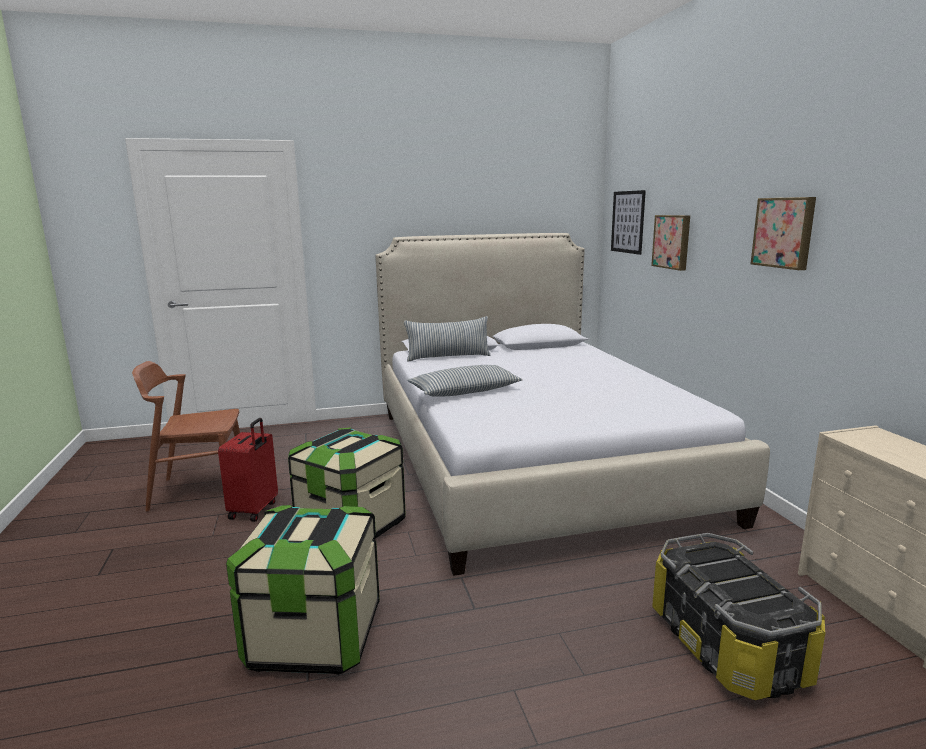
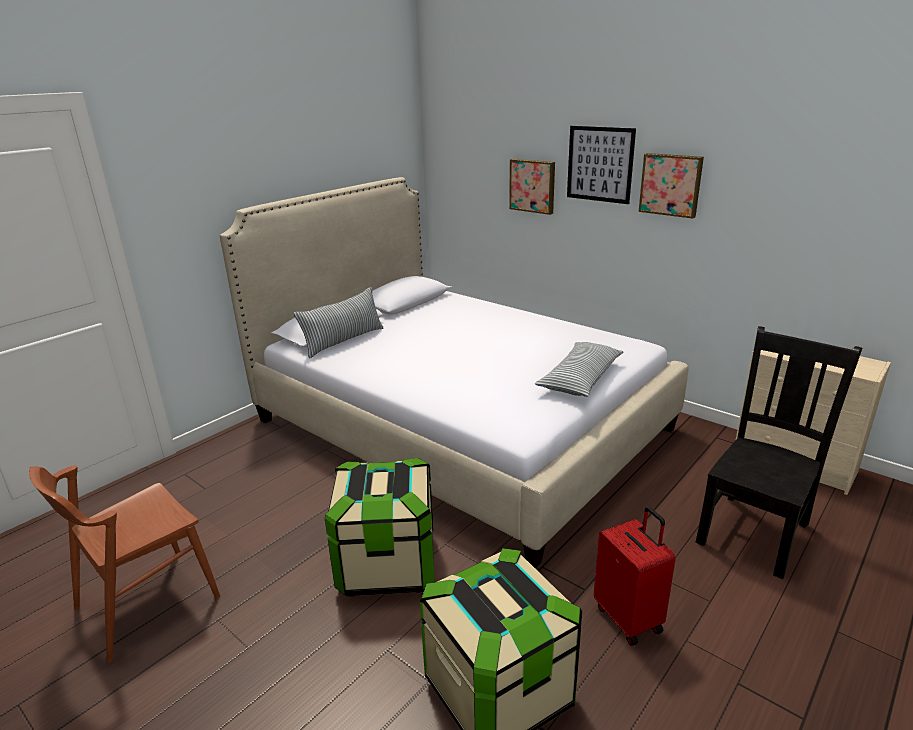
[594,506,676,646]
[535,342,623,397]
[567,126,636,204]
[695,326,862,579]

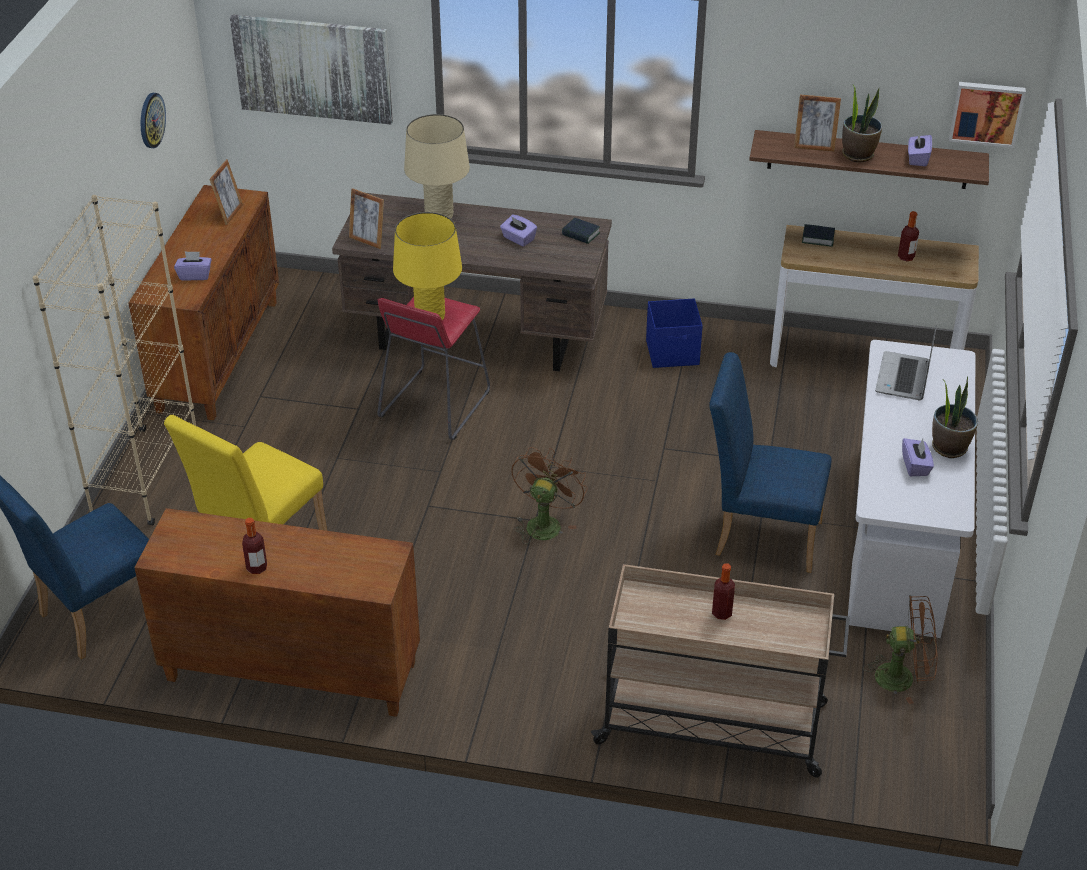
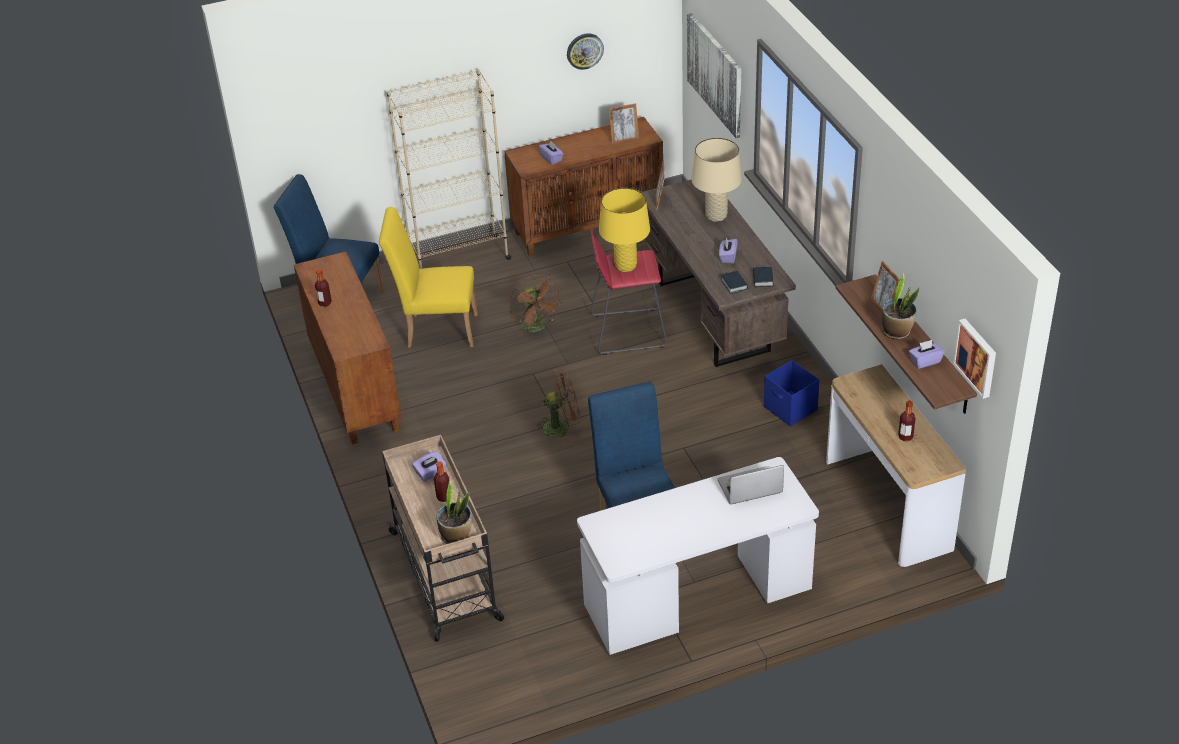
[721,271,748,294]
[510,275,562,337]
[412,451,446,482]
[437,480,472,544]

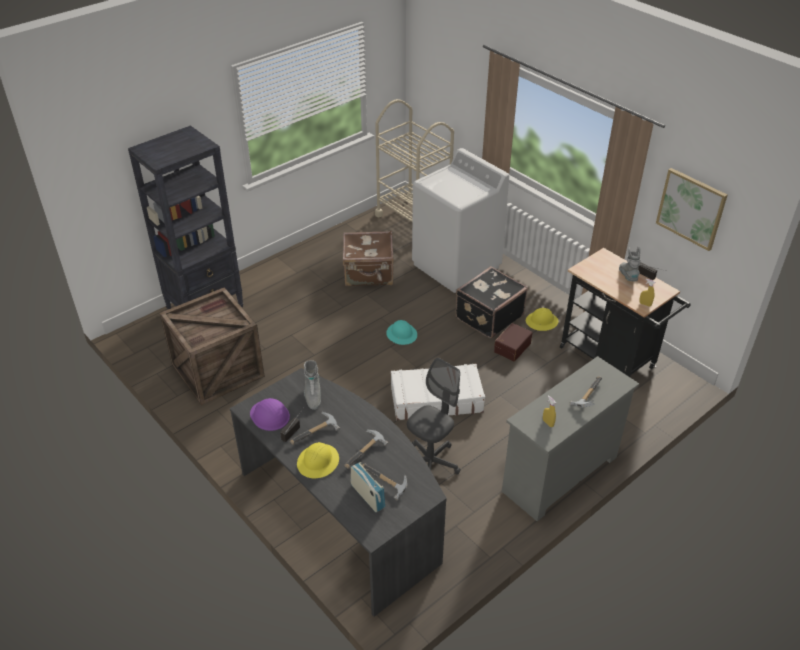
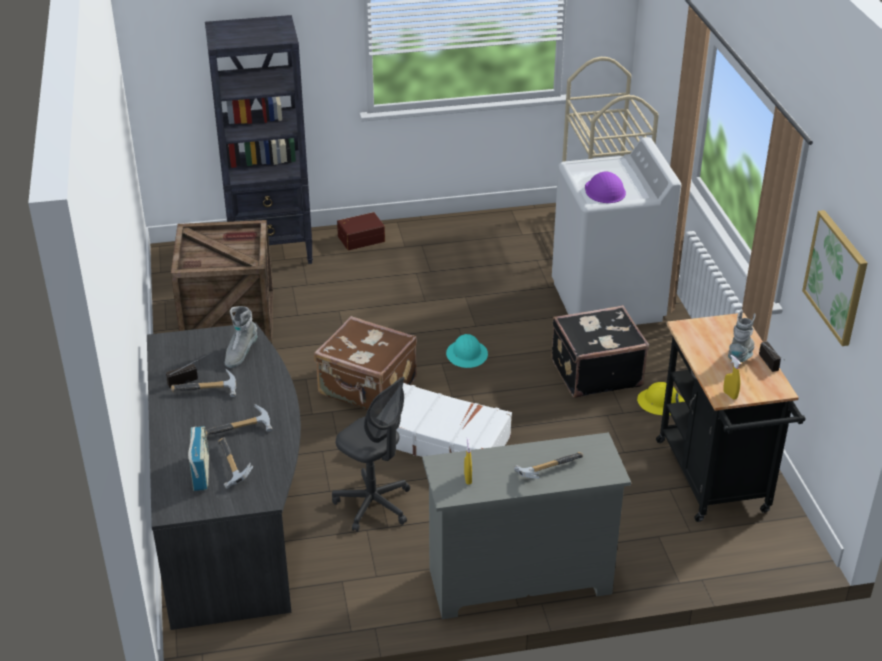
[585,172,626,203]
[297,442,339,478] (first image)
[314,316,417,410]
[332,377,410,532]
[337,212,385,250]

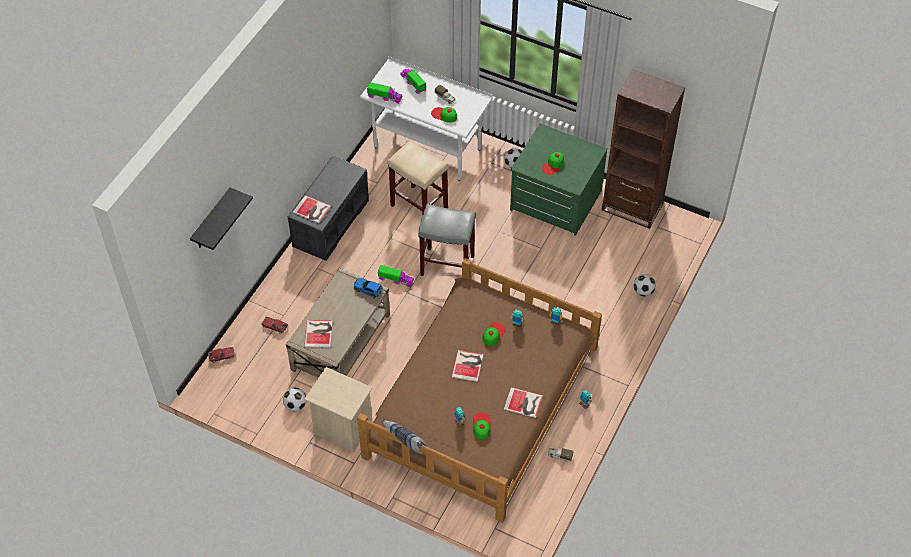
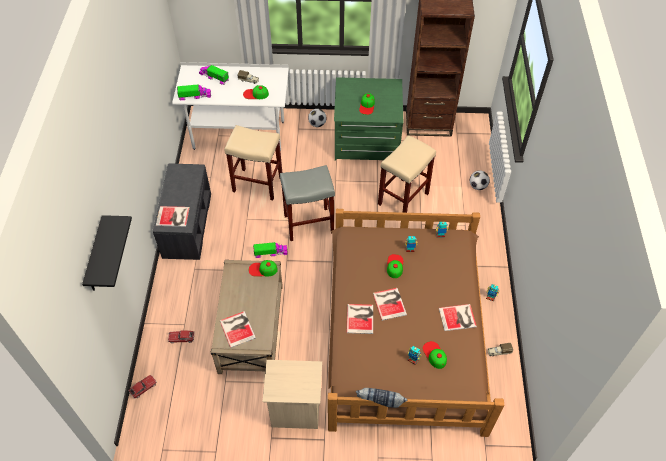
[283,388,306,411] (first image)
[249,260,278,277]
[347,304,373,334]
[378,135,436,213]

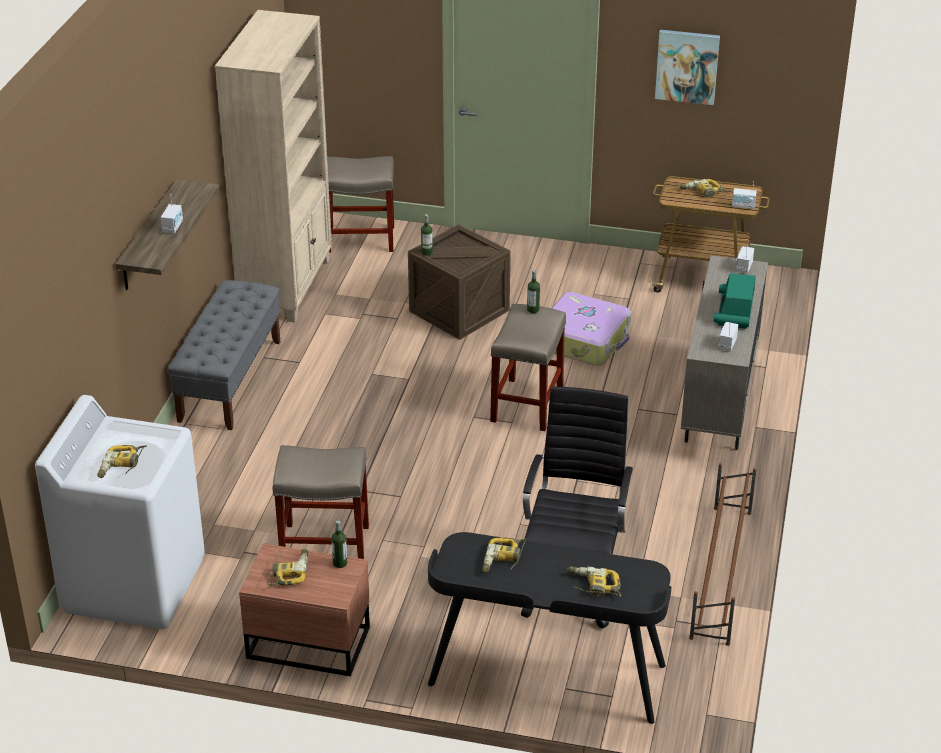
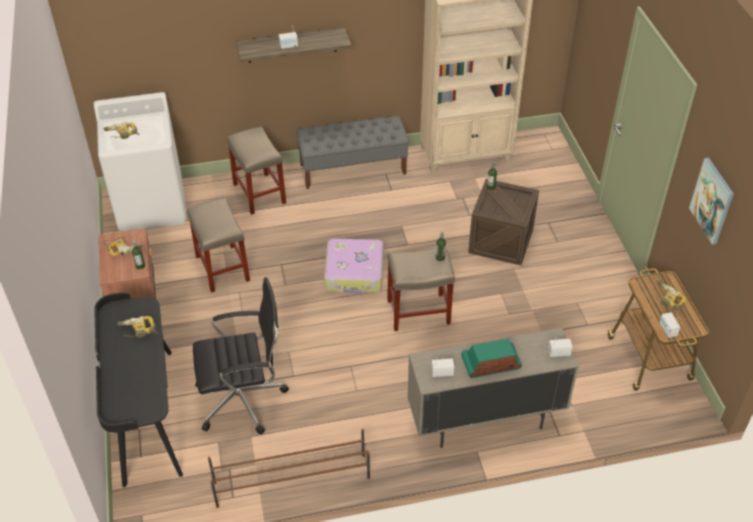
[227,126,286,215]
[324,239,383,294]
[567,566,621,597] (first image)

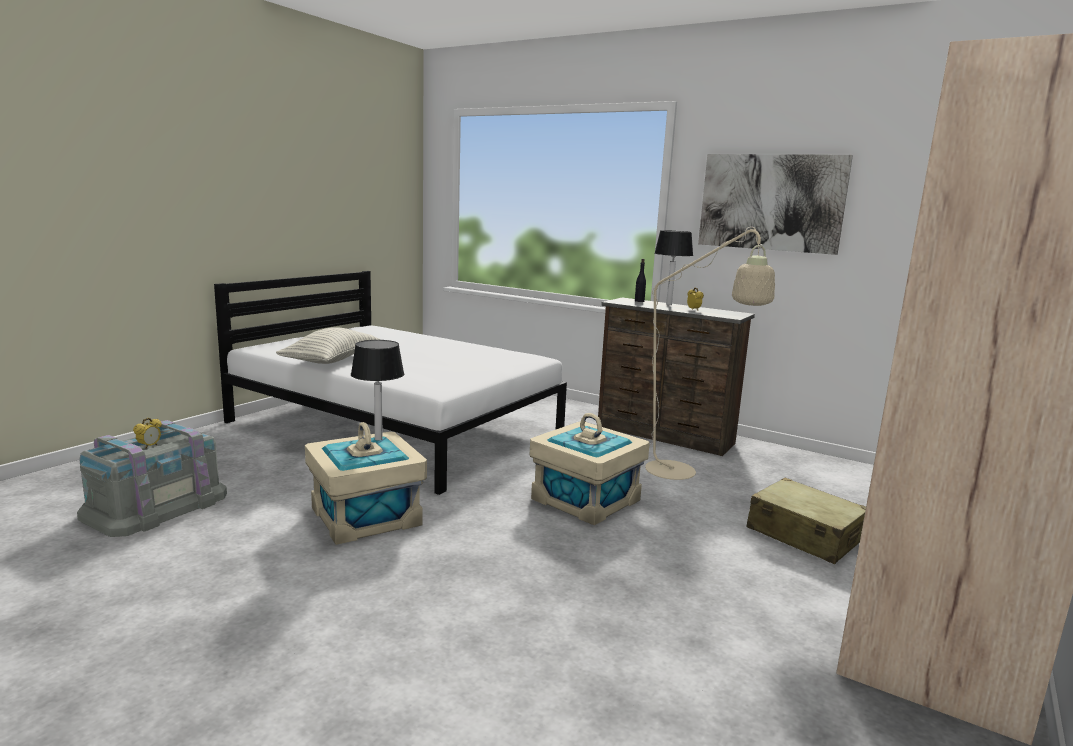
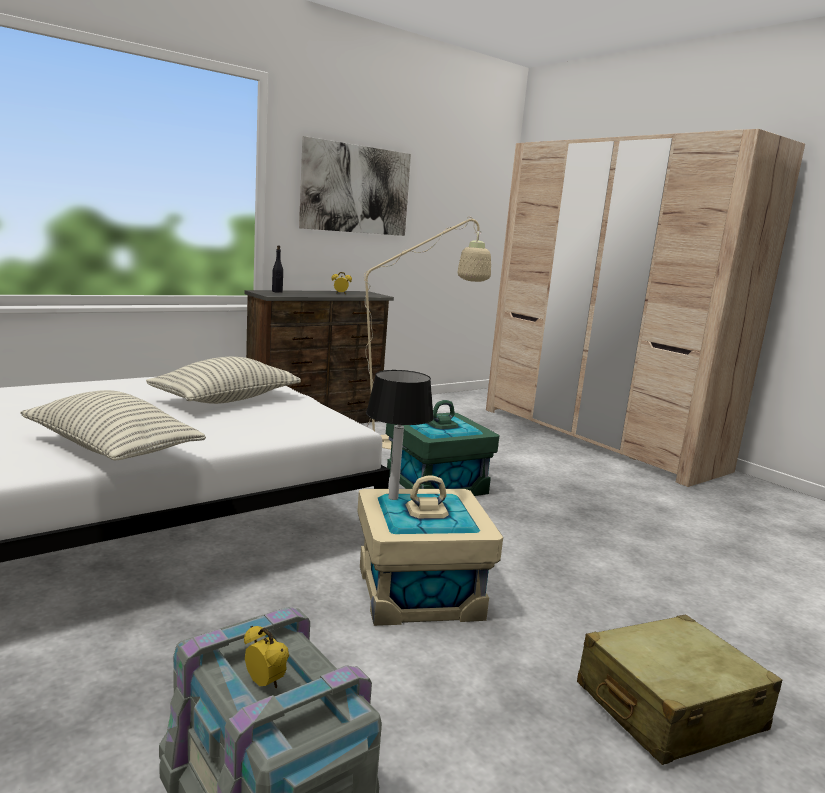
[386,400,500,496]
[654,230,693,305] (first image)
[577,614,782,765]
[146,357,301,404]

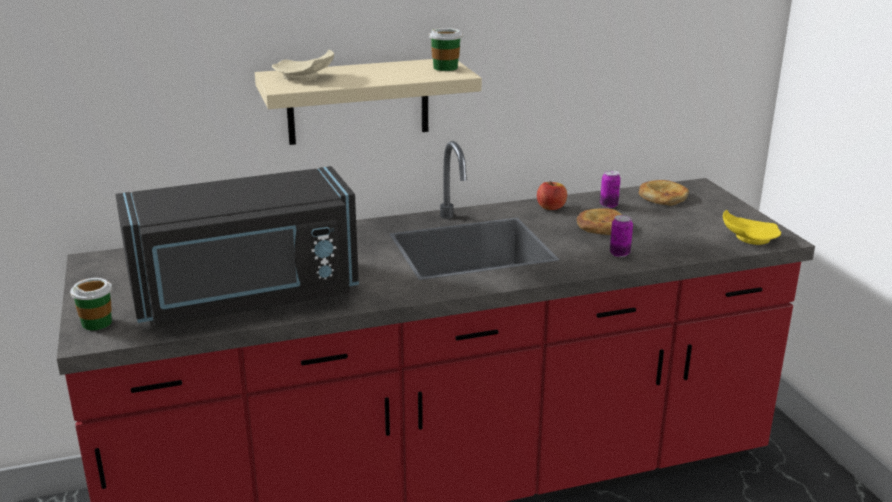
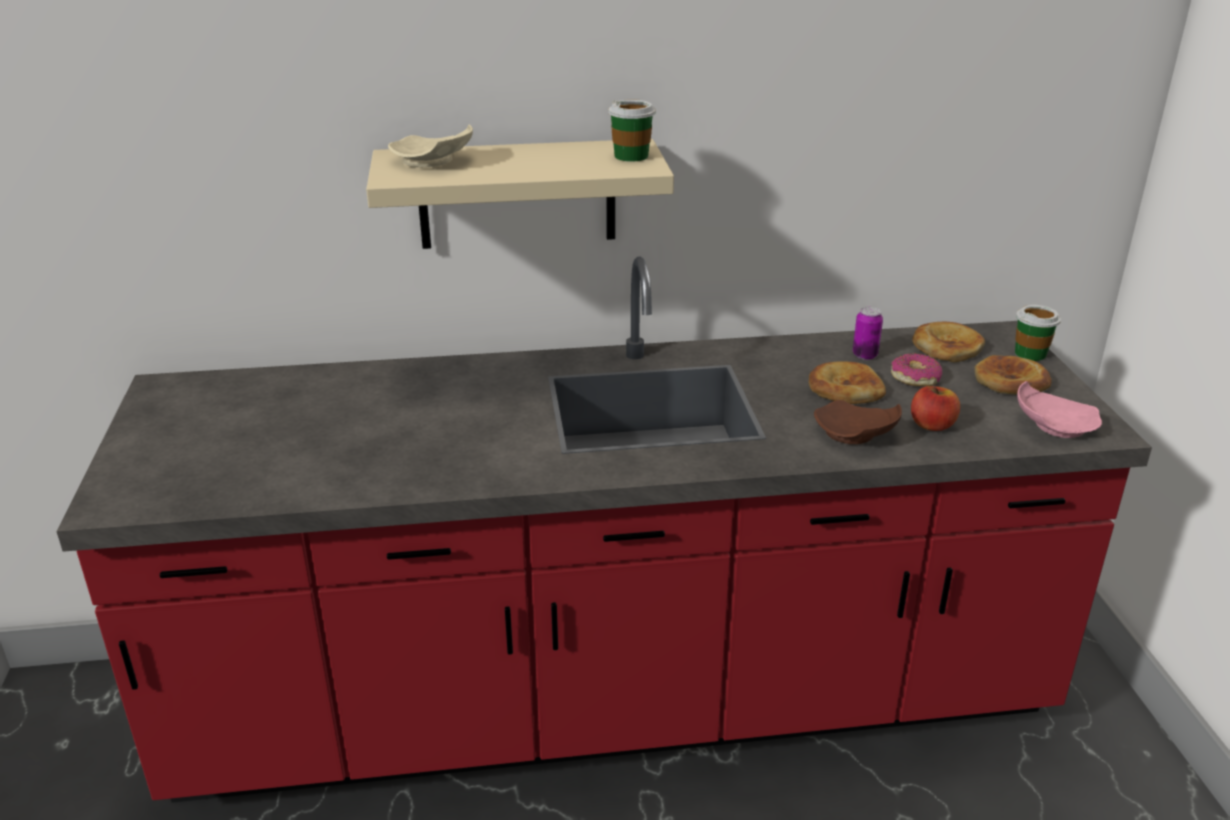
[1015,305,1061,361]
[116,166,359,327] (first image)
[911,386,960,431]
[814,400,902,444]
[1017,381,1102,438]
[891,353,942,386]
[974,355,1052,394]

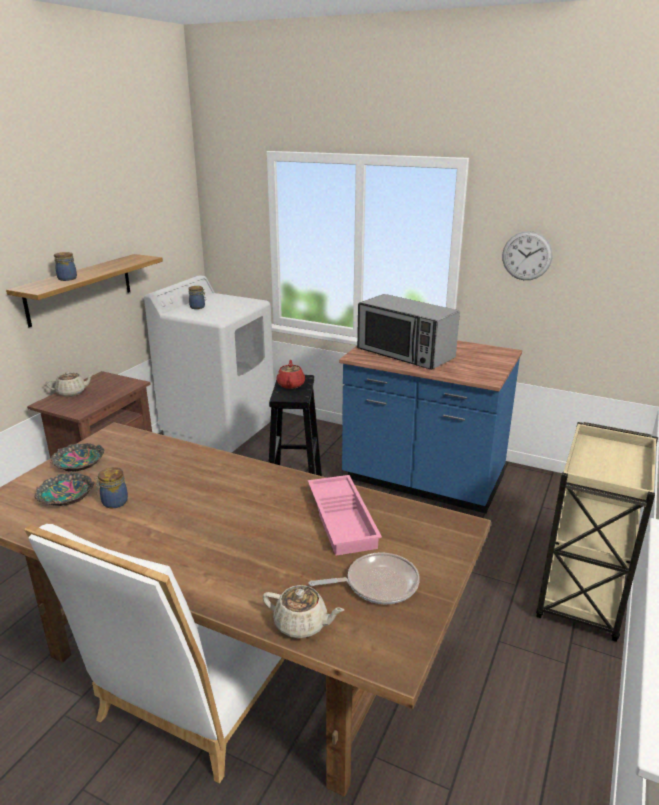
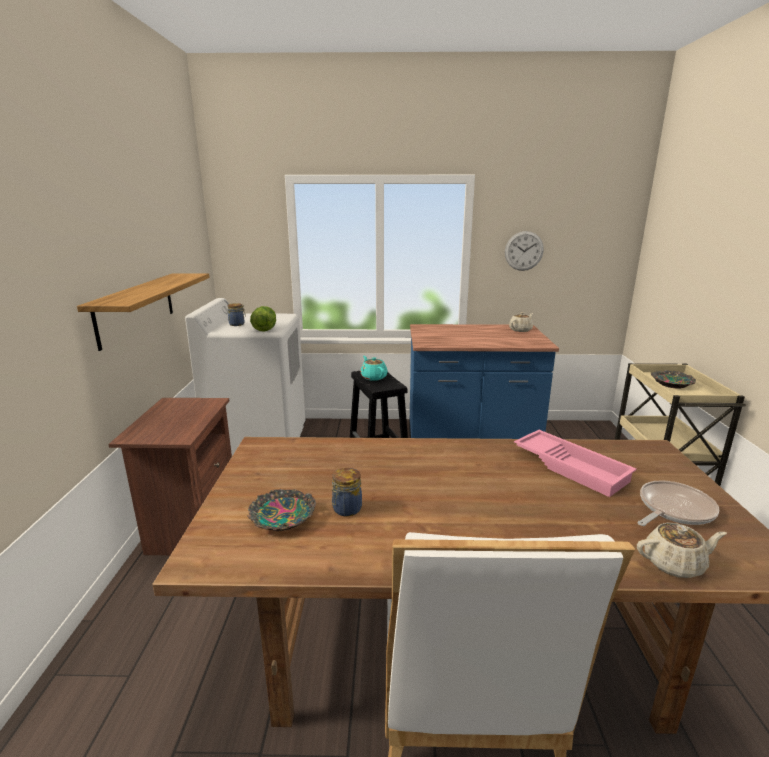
[509,312,533,332]
[651,370,696,389]
[54,252,77,281] (first image)
[360,356,388,381]
[357,294,460,370] (first image)
[250,306,276,332]

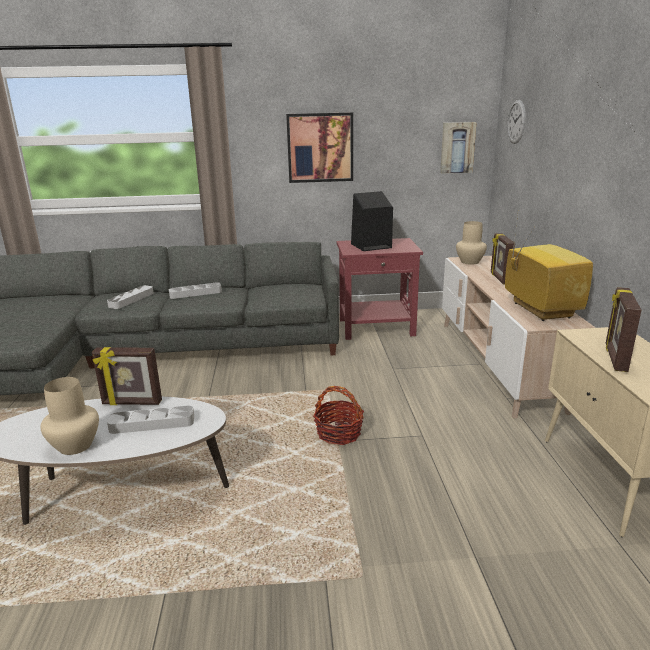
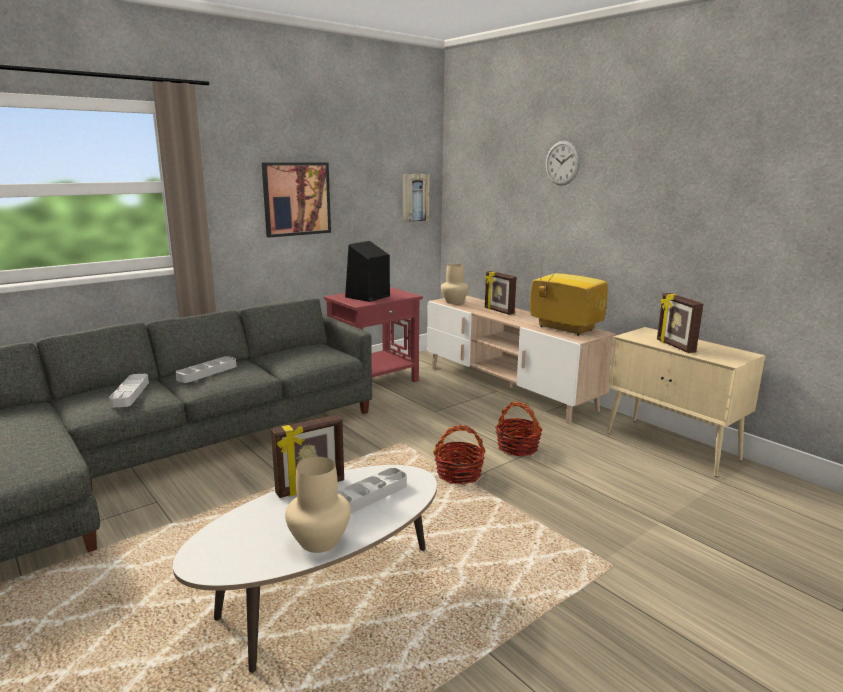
[545,141,580,186]
[495,402,543,456]

